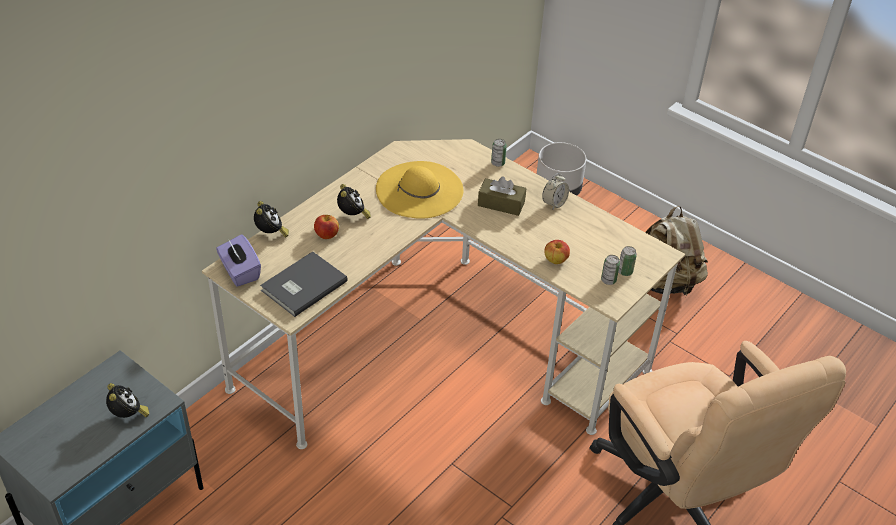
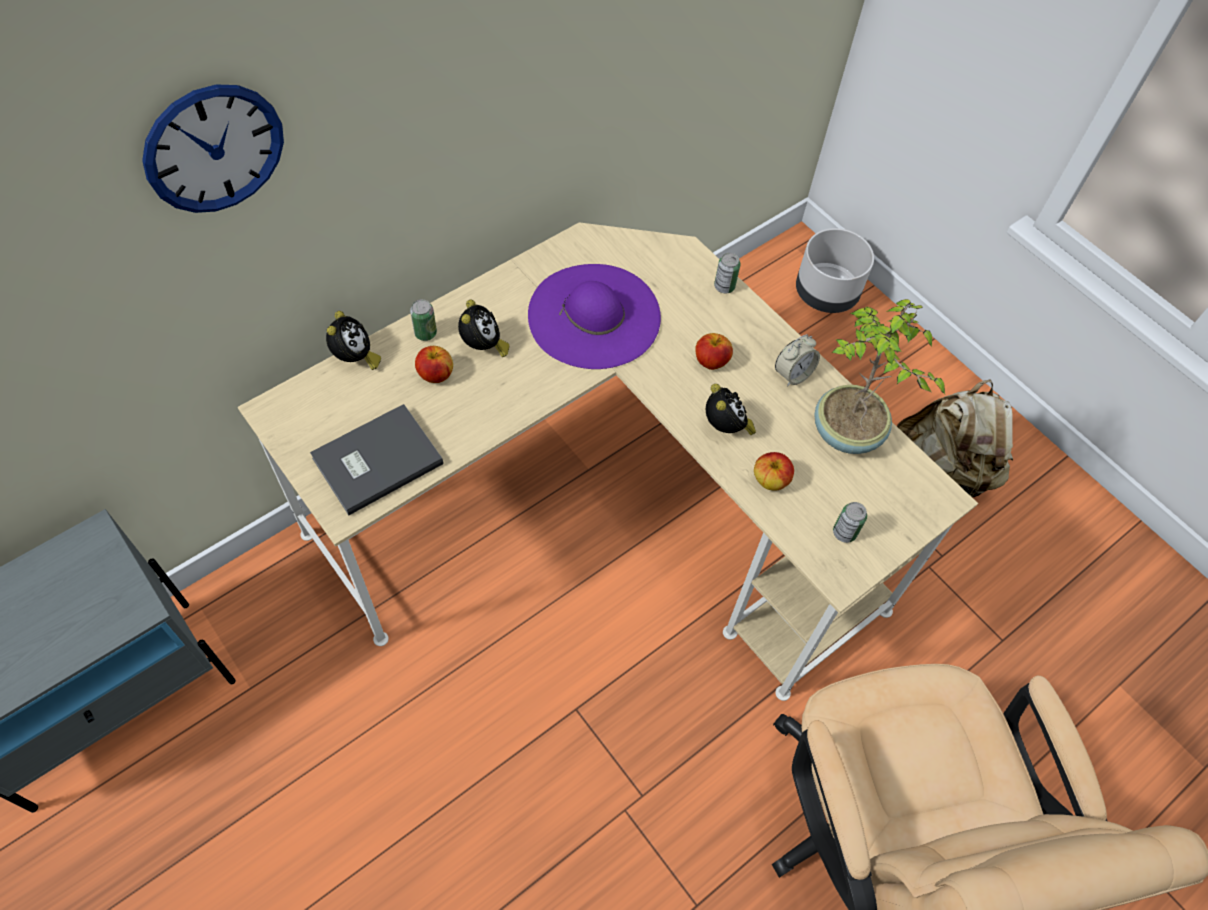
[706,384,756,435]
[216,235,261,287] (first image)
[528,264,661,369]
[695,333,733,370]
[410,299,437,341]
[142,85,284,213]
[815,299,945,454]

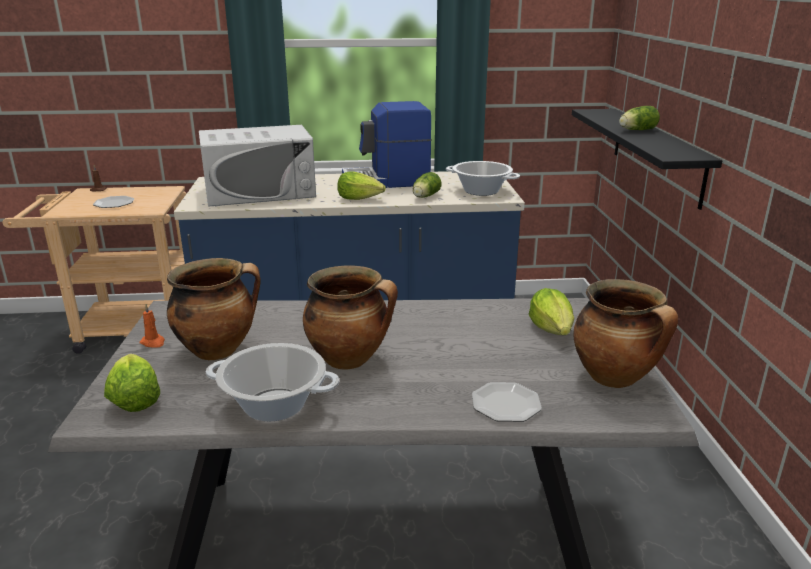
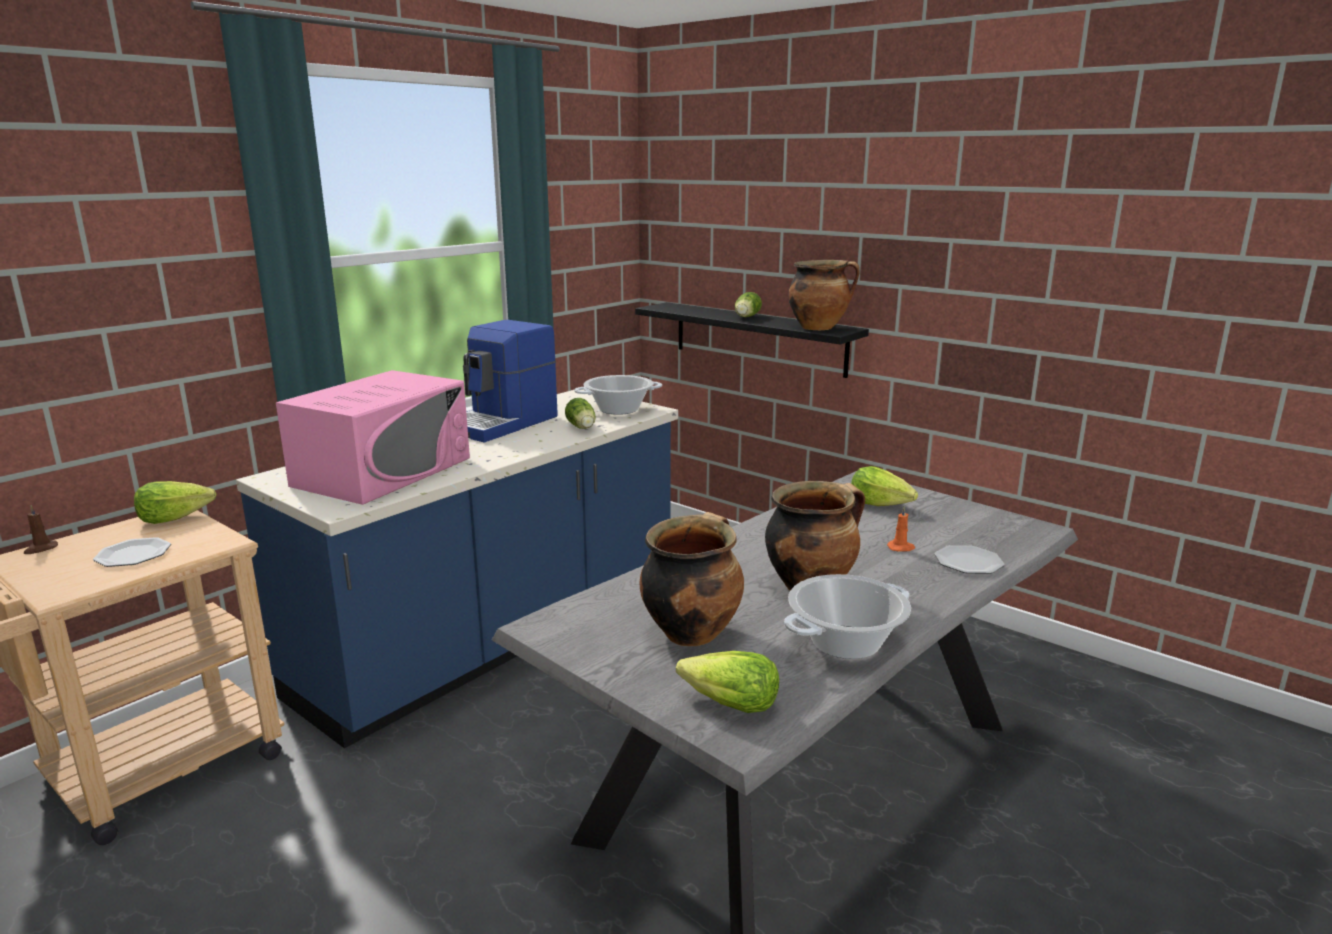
[887,506,915,552]
[276,370,470,505]
[134,481,216,524]
[788,260,860,330]

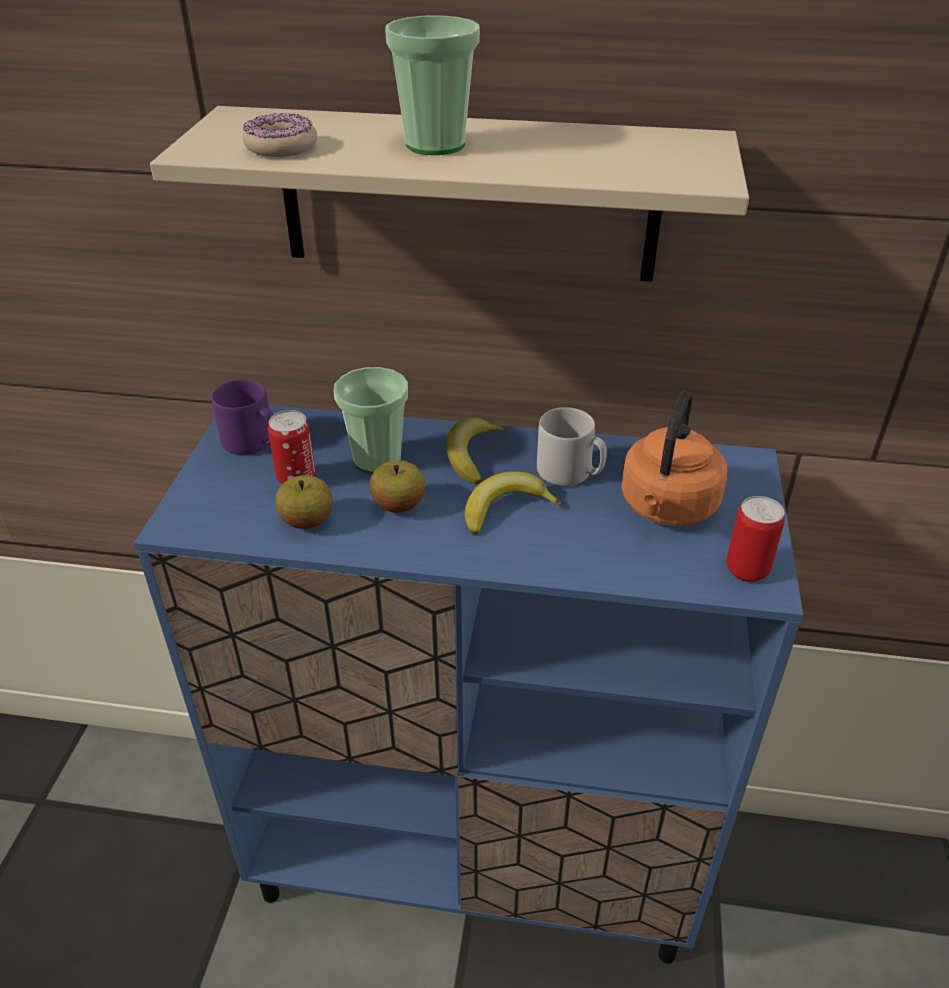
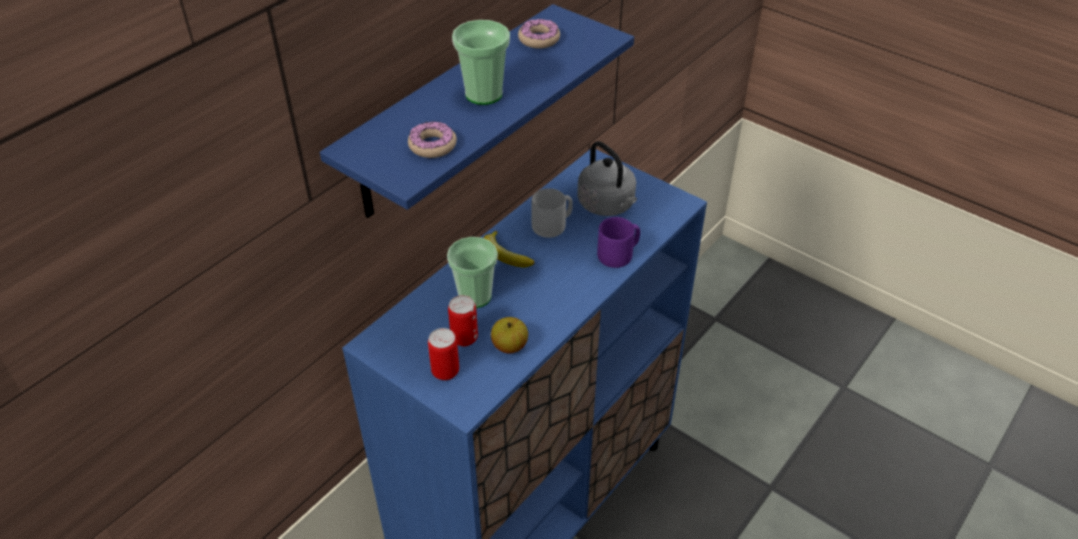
[320,4,634,218]
[597,217,640,268]
[370,460,425,513] (first image)
[465,471,562,535] (first image)
[577,141,637,216]
[428,328,459,380]
[518,19,560,49]

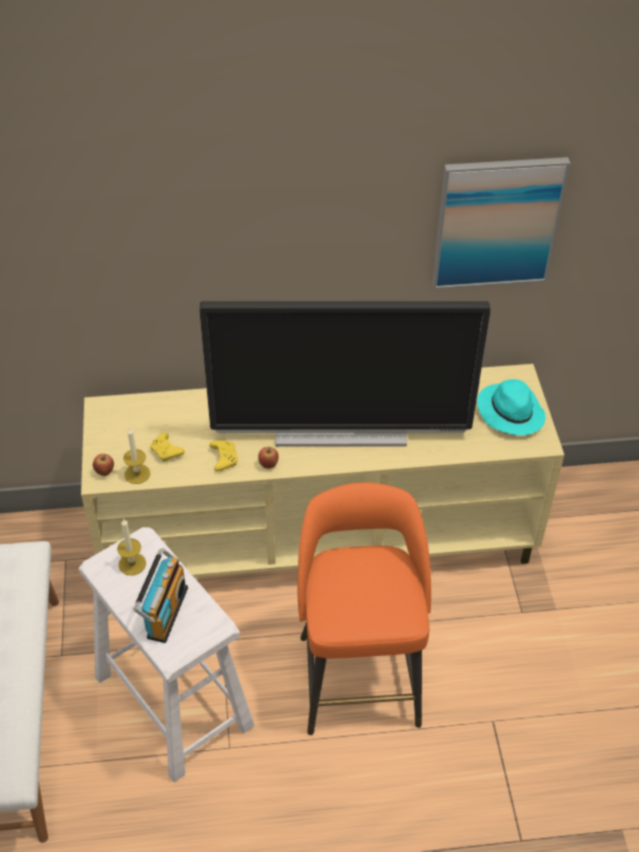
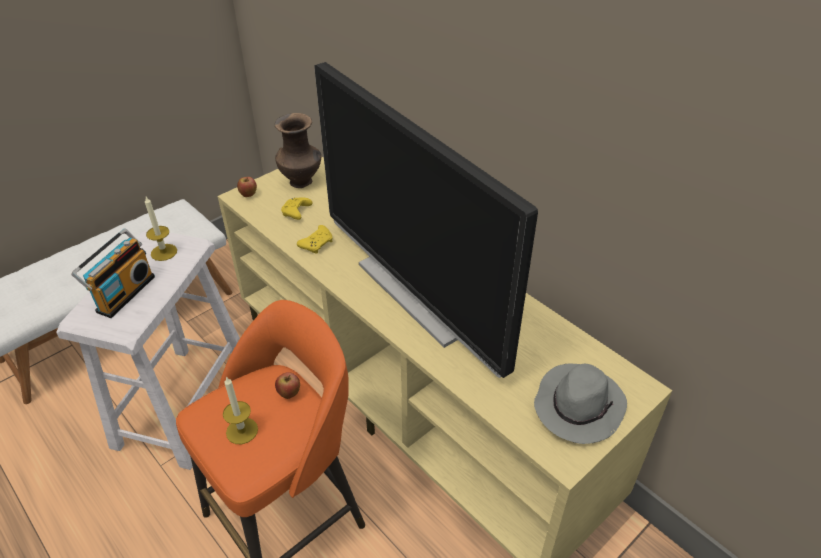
[223,376,258,444]
[71,228,155,318]
[275,372,300,399]
[432,157,570,289] (first image)
[534,363,627,444]
[275,113,321,188]

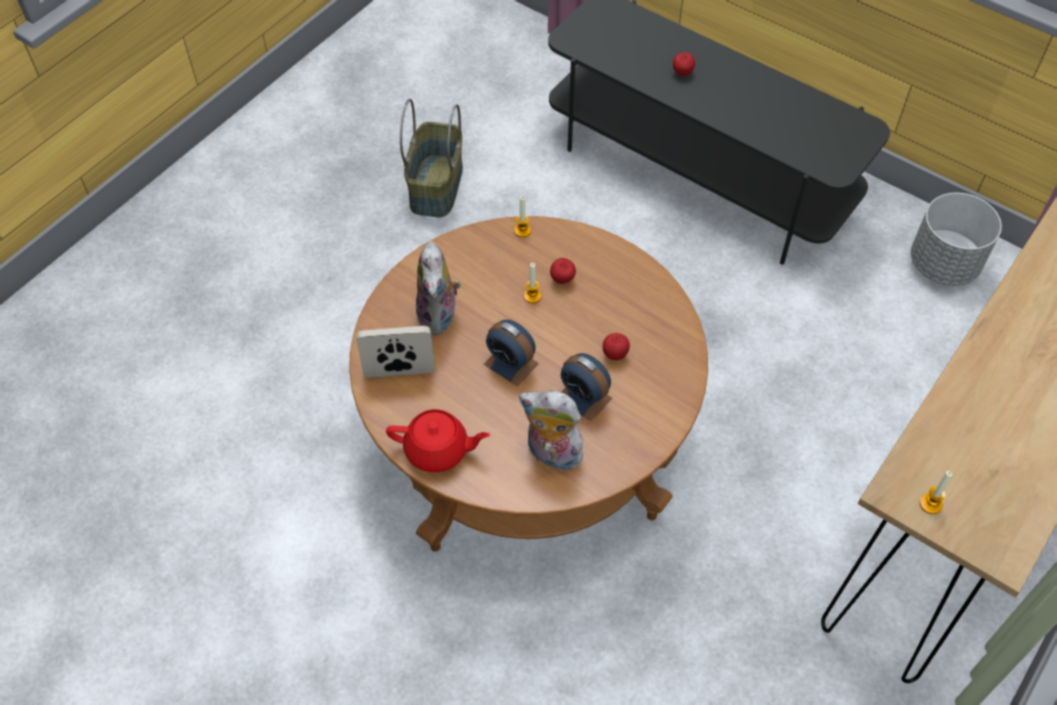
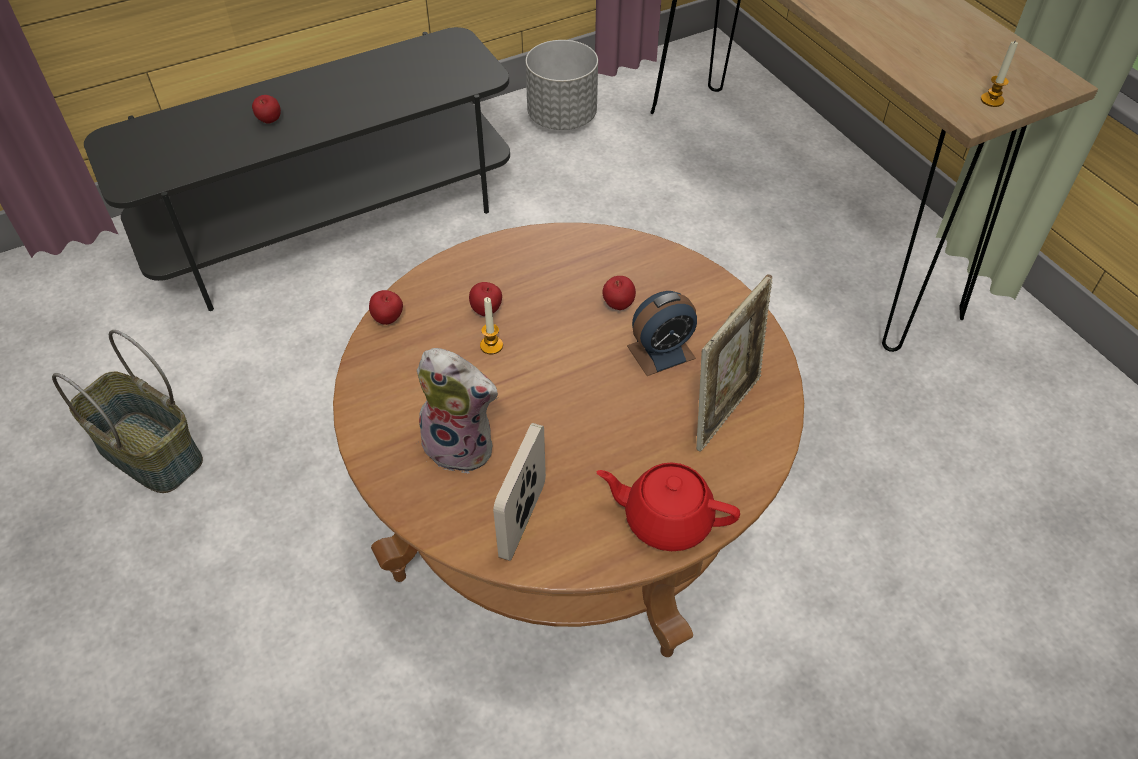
[597,462,740,551]
[484,320,539,386] (first image)
[369,290,403,325]
[696,274,773,452]

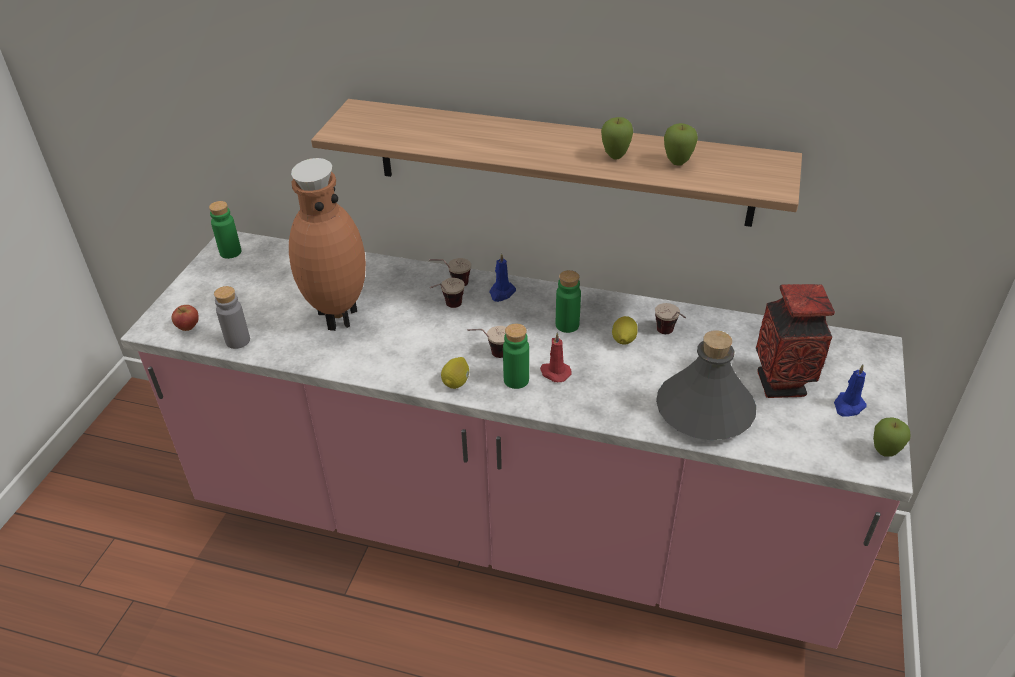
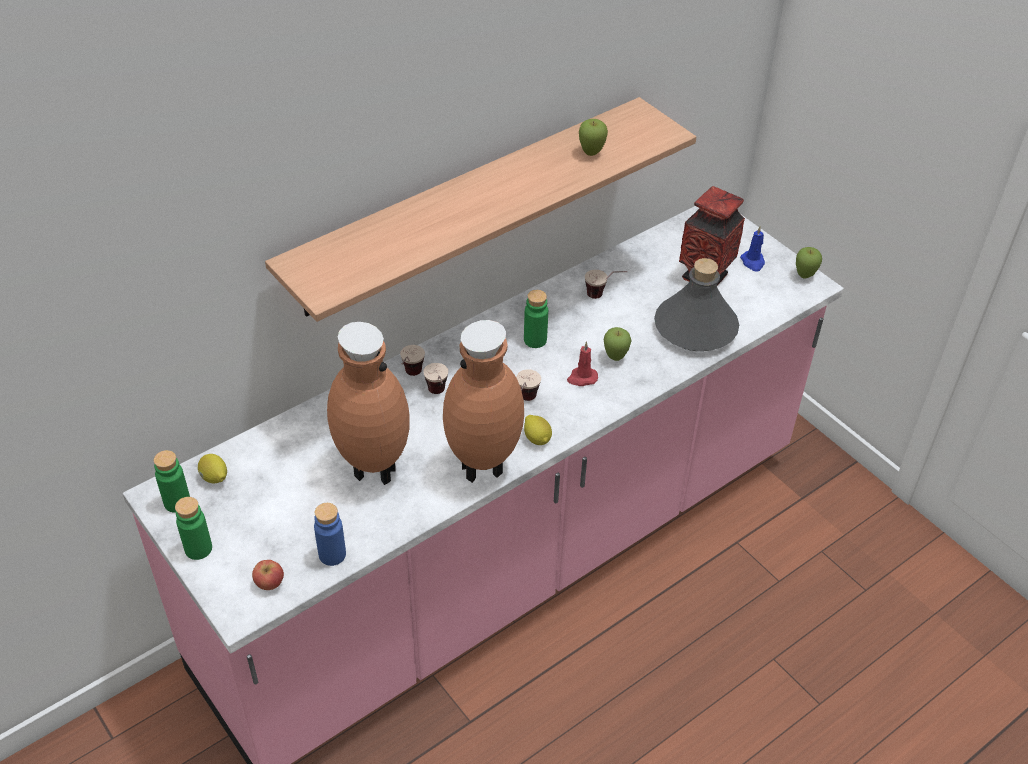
[314,503,346,566]
[489,253,516,302] (first image)
[175,497,212,560]
[604,327,632,361]
[198,454,227,483]
[443,320,524,483]

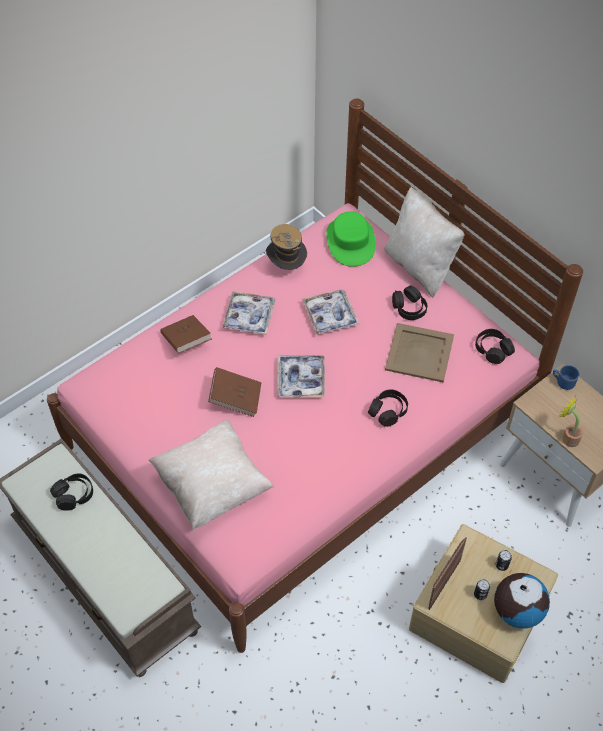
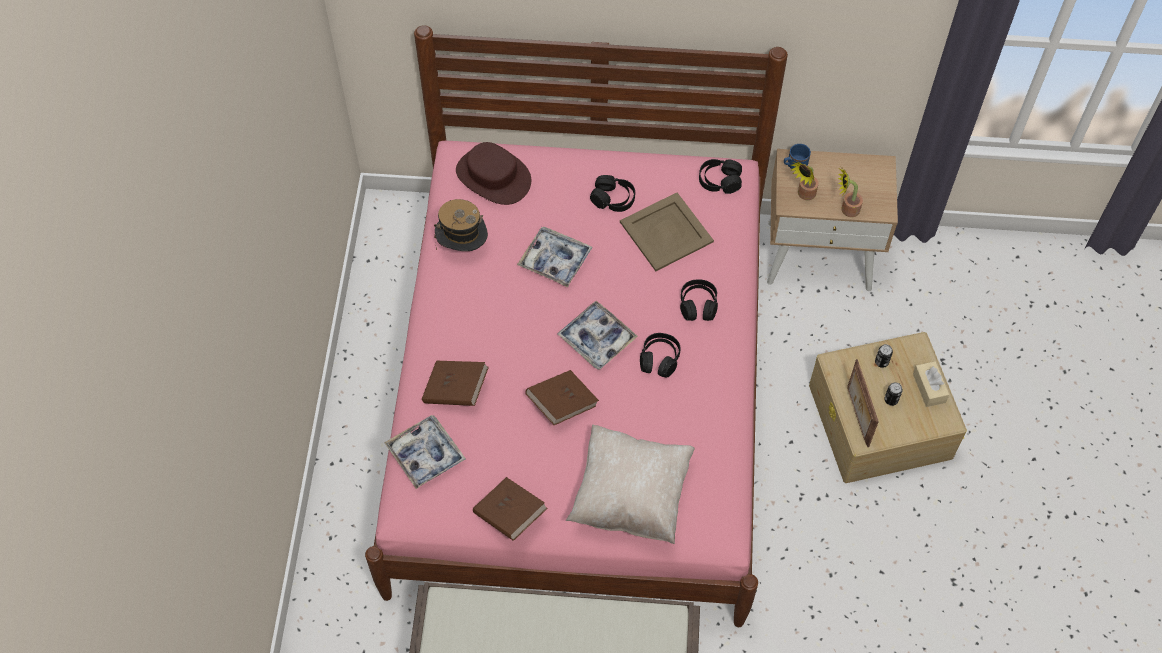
[640,333,681,378]
[384,415,466,489]
[456,142,531,205]
[384,186,464,298] (first image)
[913,361,949,407]
[473,477,548,541]
[791,161,819,200]

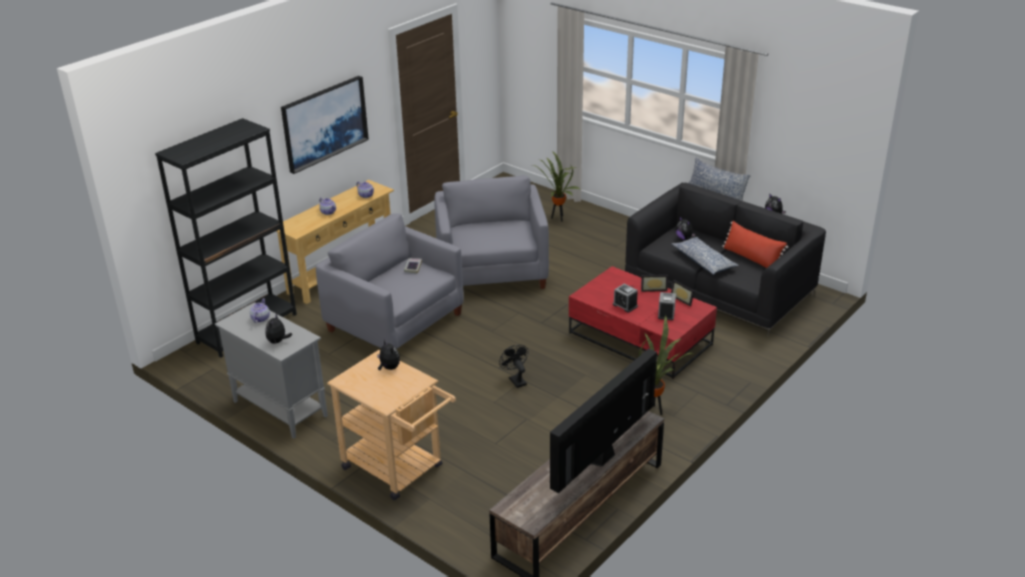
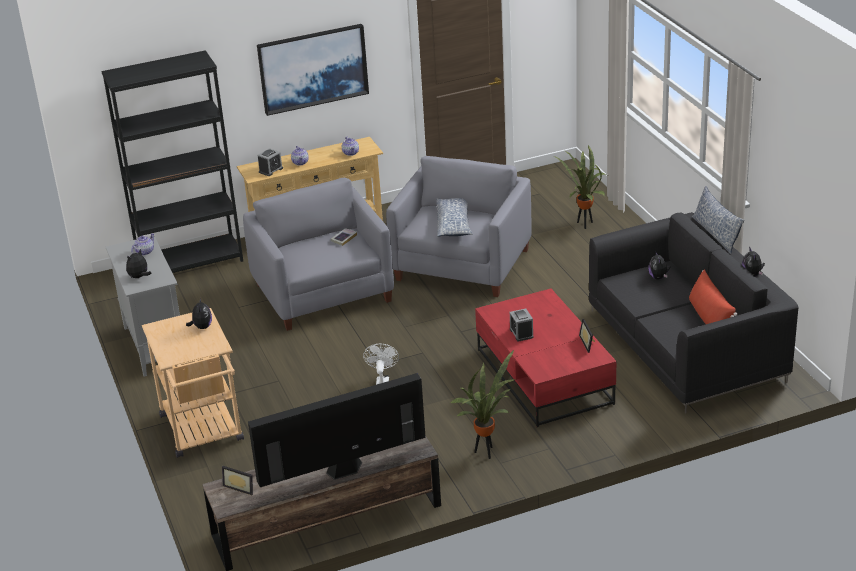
[363,344,399,385]
[222,466,253,495]
[258,148,283,176]
[436,198,473,237]

